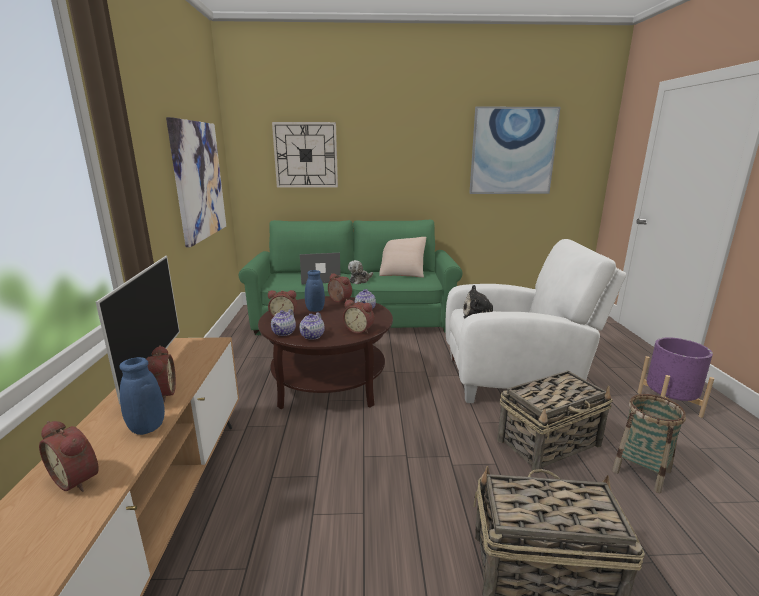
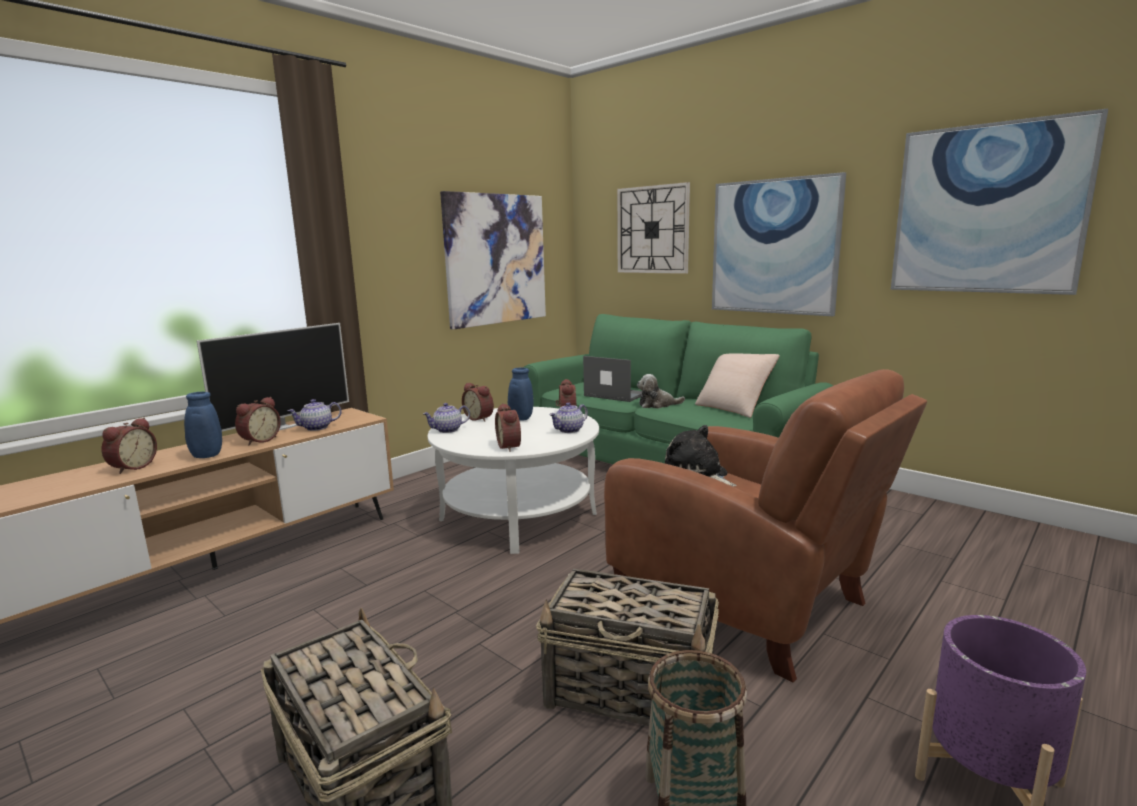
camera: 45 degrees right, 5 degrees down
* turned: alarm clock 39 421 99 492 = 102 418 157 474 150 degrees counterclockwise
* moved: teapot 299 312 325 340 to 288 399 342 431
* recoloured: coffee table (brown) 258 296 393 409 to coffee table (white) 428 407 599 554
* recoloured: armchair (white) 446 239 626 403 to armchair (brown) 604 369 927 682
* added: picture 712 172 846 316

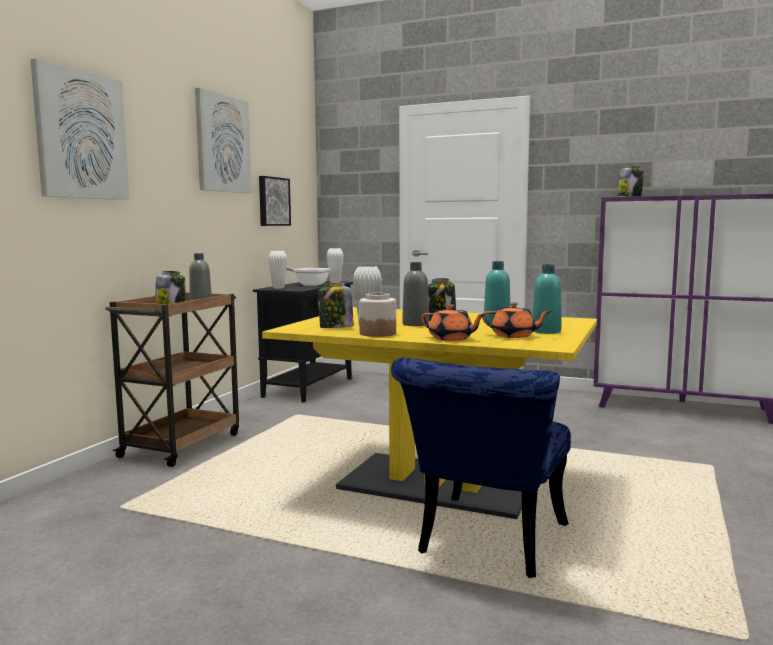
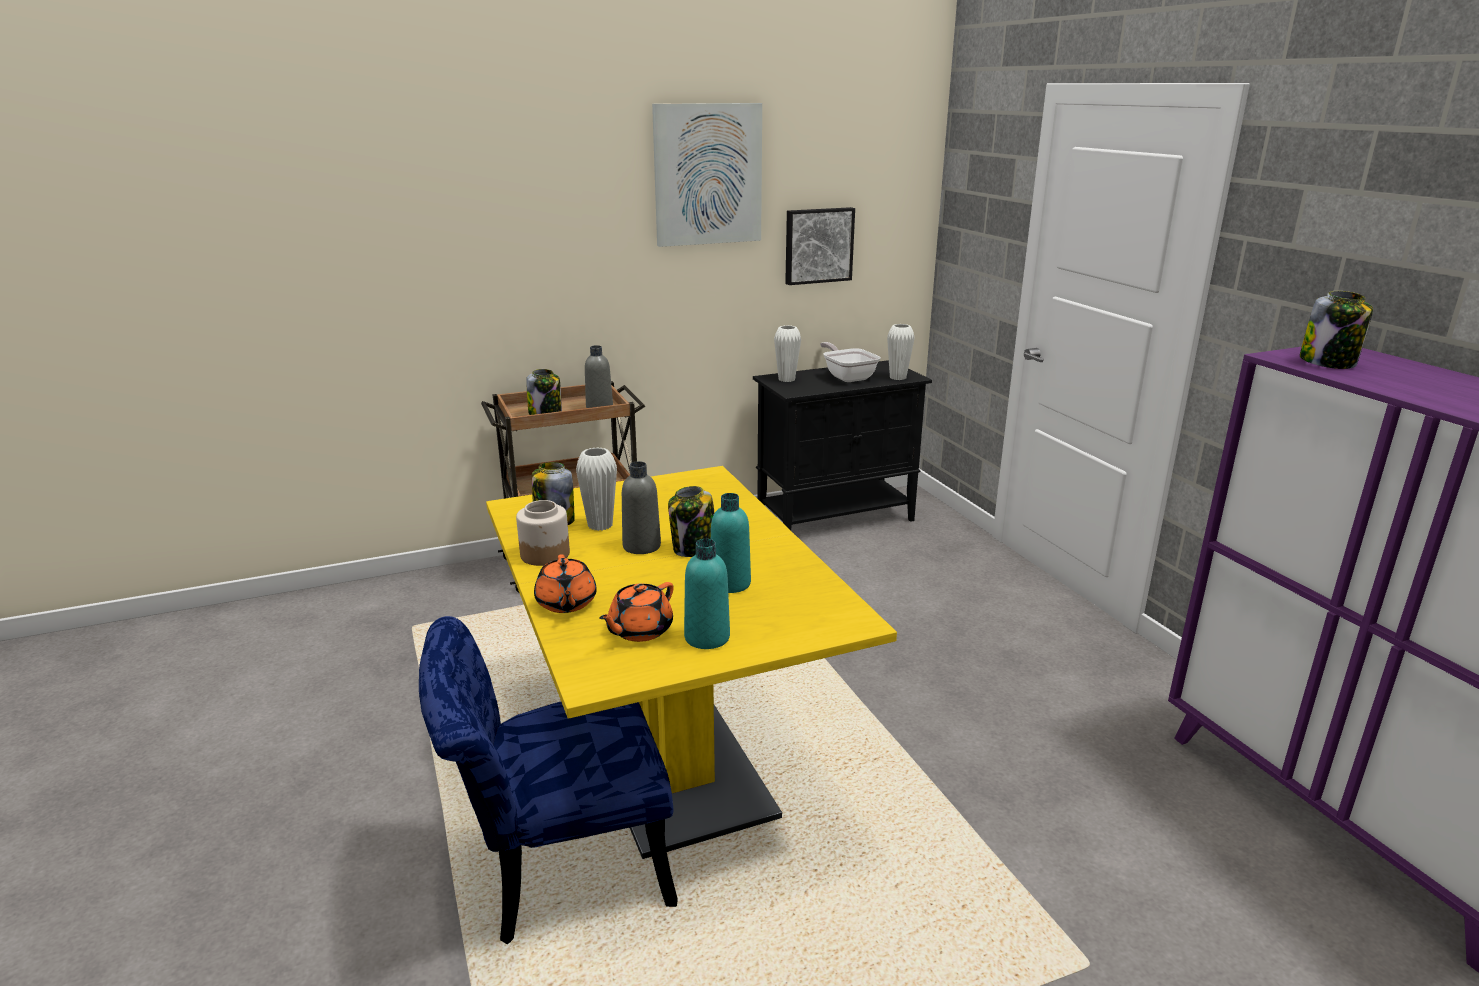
camera: 45 degrees right, 15 degrees up
* turned: teapot (orange) 482 302 552 338 = 599 582 673 642 60 degrees clockwise
* removed: picture 30 59 130 200

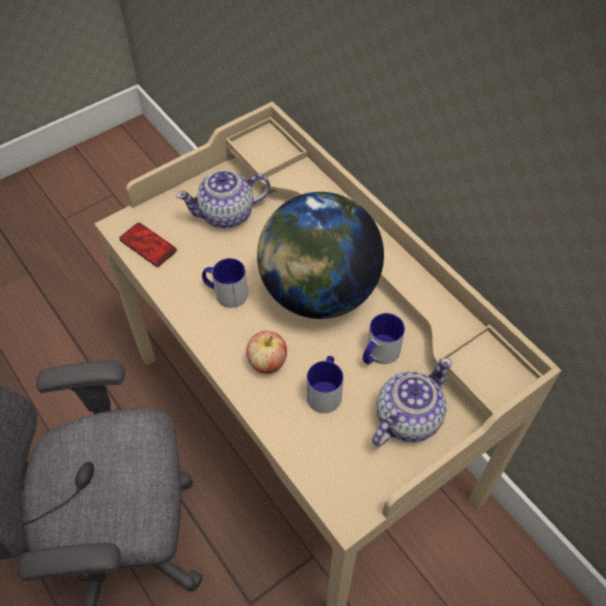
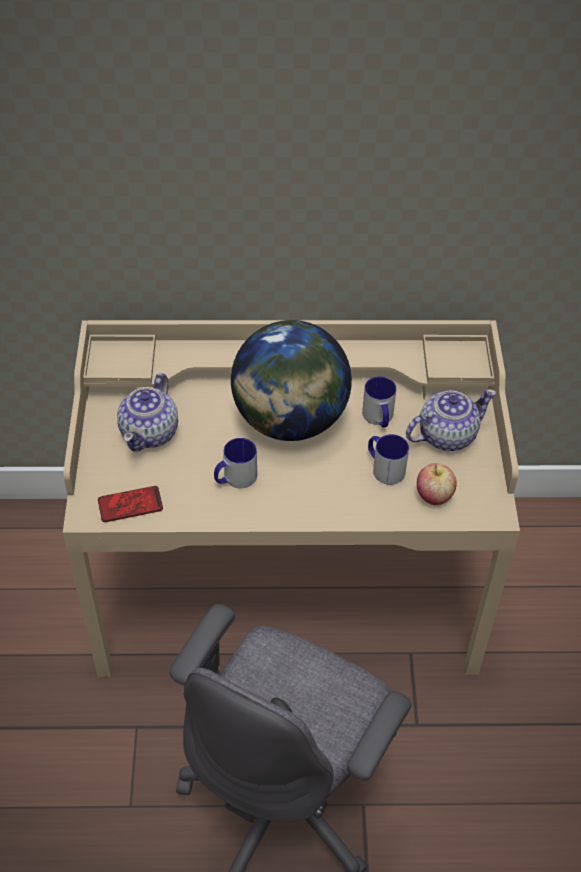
camera: 55 degrees left, 5 degrees down
* turned: teapot 372 358 452 447 = 406 389 496 451 75 degrees clockwise
* moved: apple 246 331 287 374 to 417 463 457 505

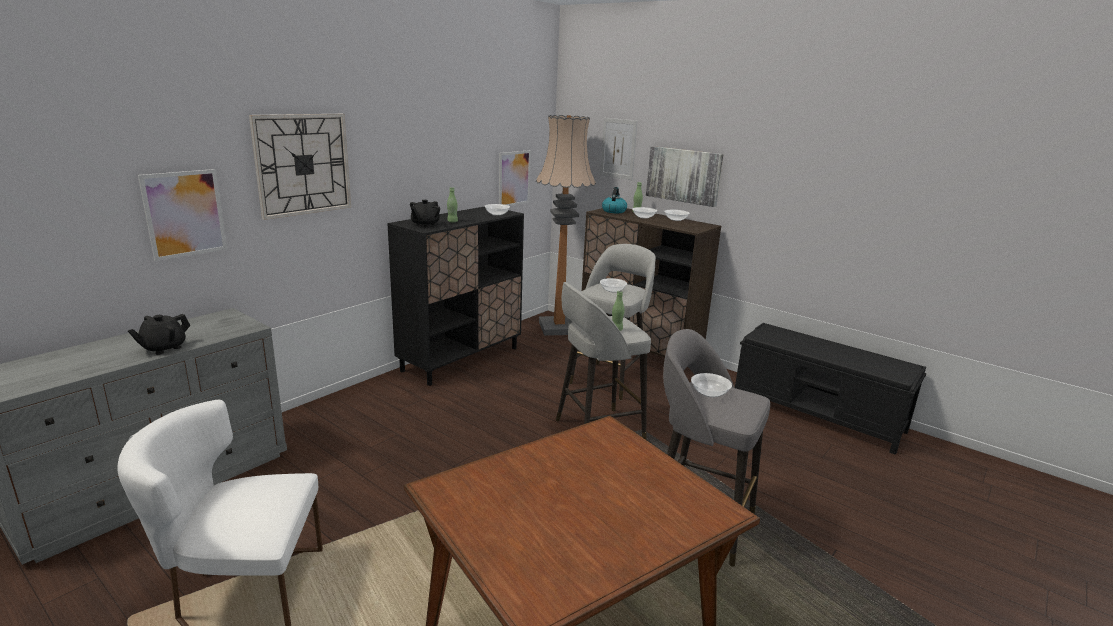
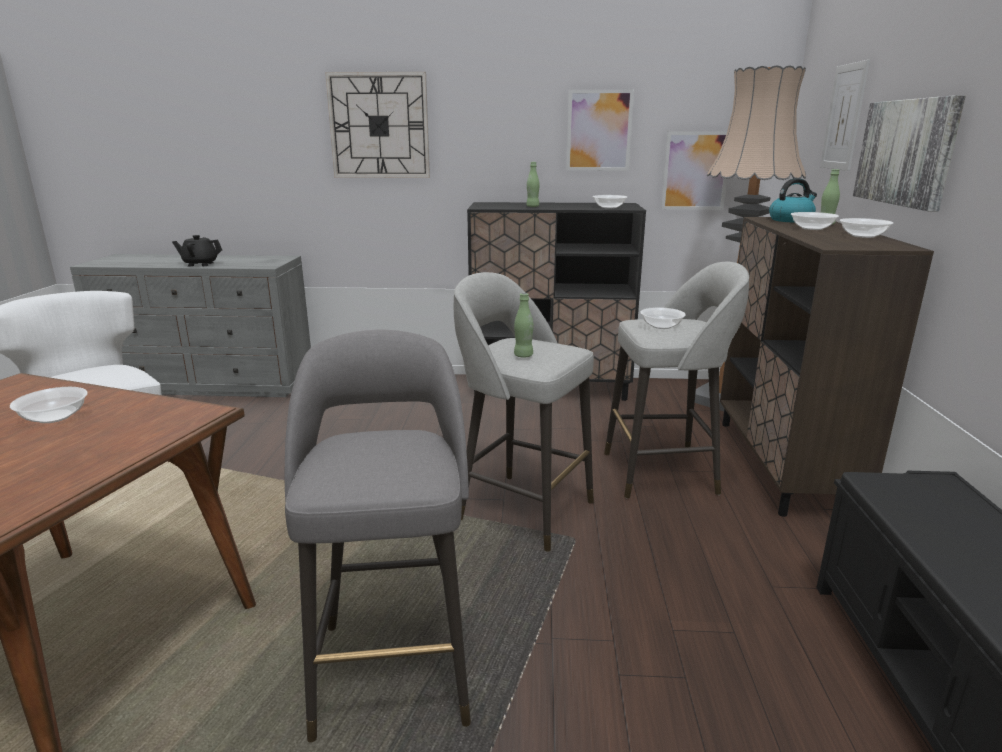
camera: 55 degrees right, 0 degrees up
* moved: bowl 691 373 732 398 to 10 387 88 423
* moved: picture 138 169 227 261 to 566 89 634 171
* removed: teapot (black) 410 200 440 227

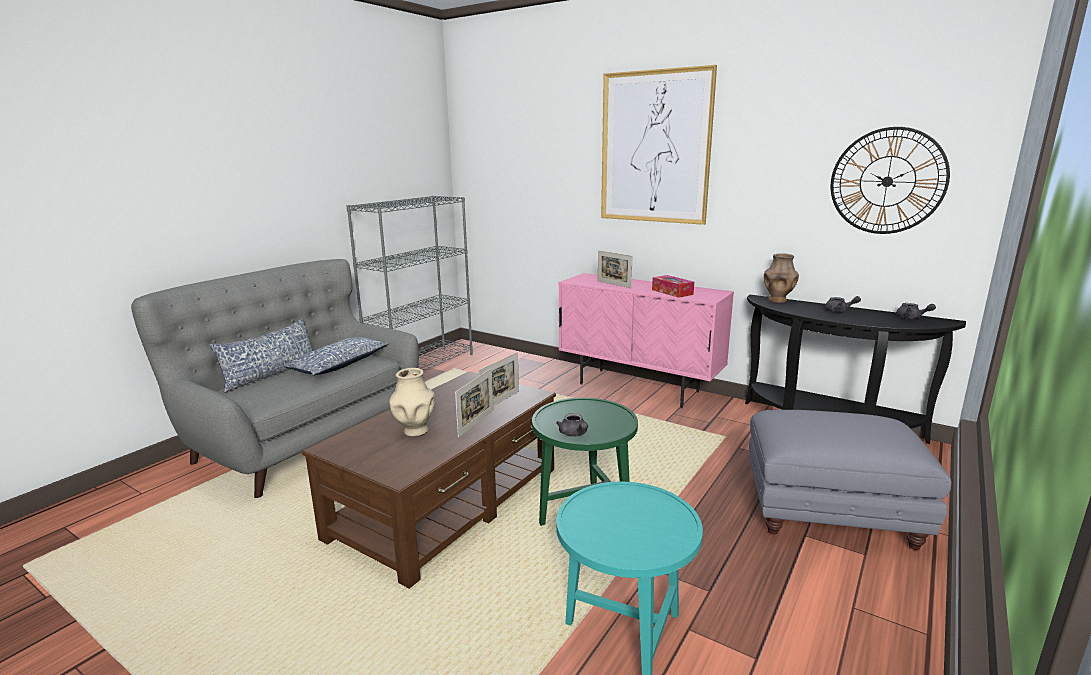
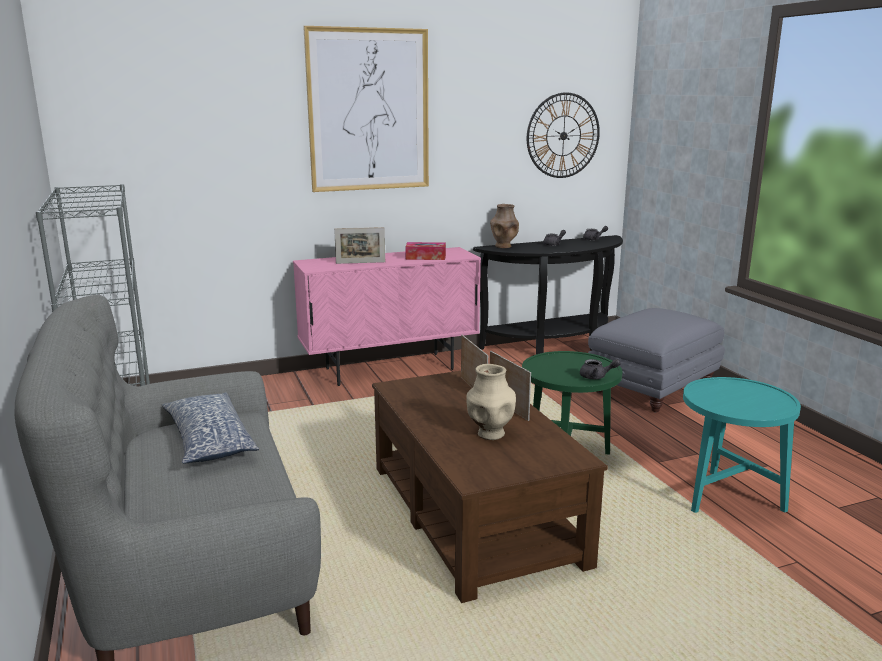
camera: 55 degrees left, 0 degrees up
* removed: pillow 209 318 313 393

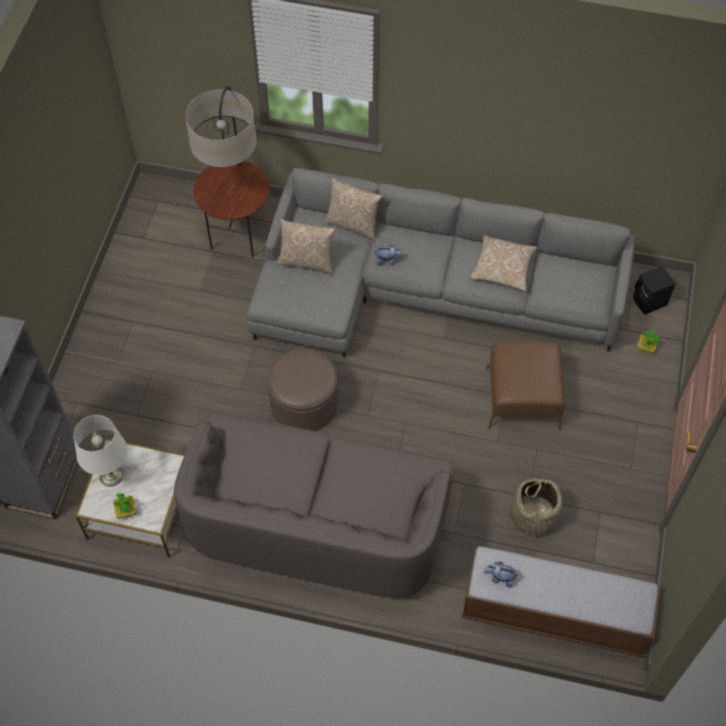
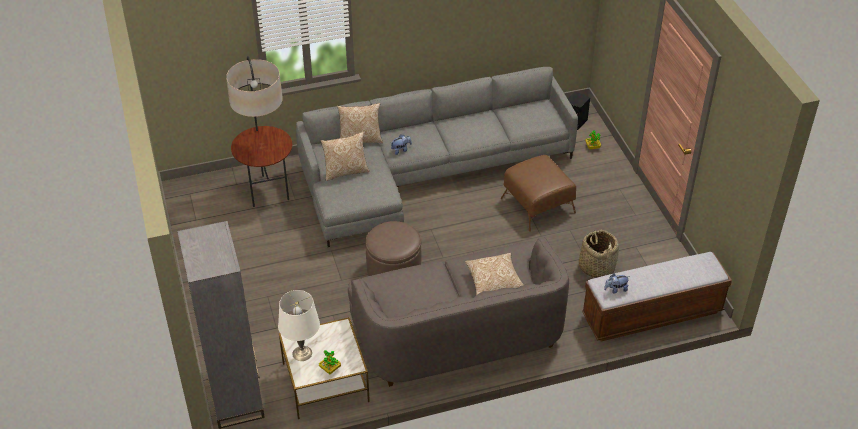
camera: 30 degrees left, 15 degrees down
* moved: pillow 470 235 537 292 to 465 253 524 295

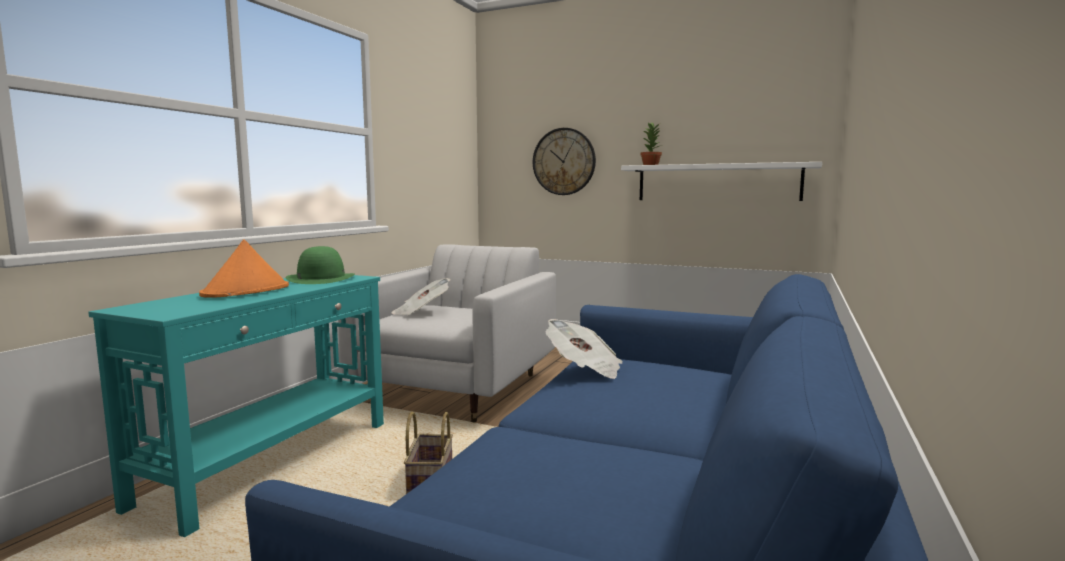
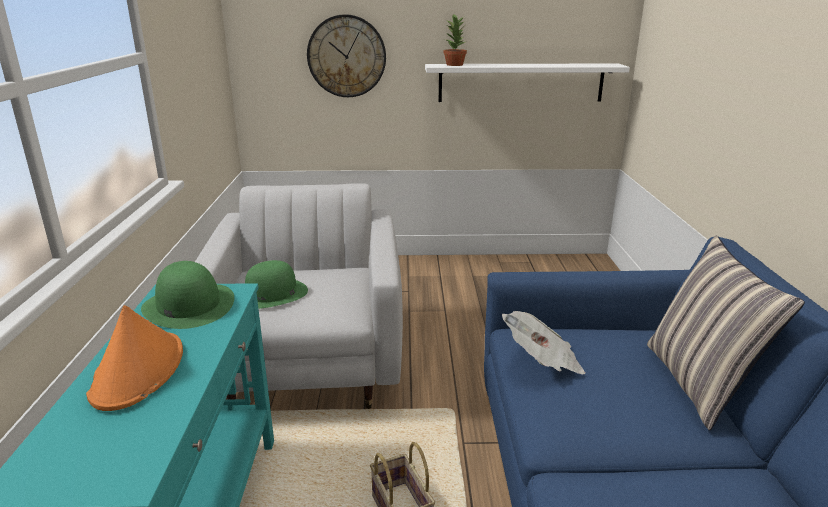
camera: 25 degrees left, 15 degrees up
* replaced: newspaper 391 278 450 315 to hat (green) 245 260 308 309
* added: pillow 647 236 805 430

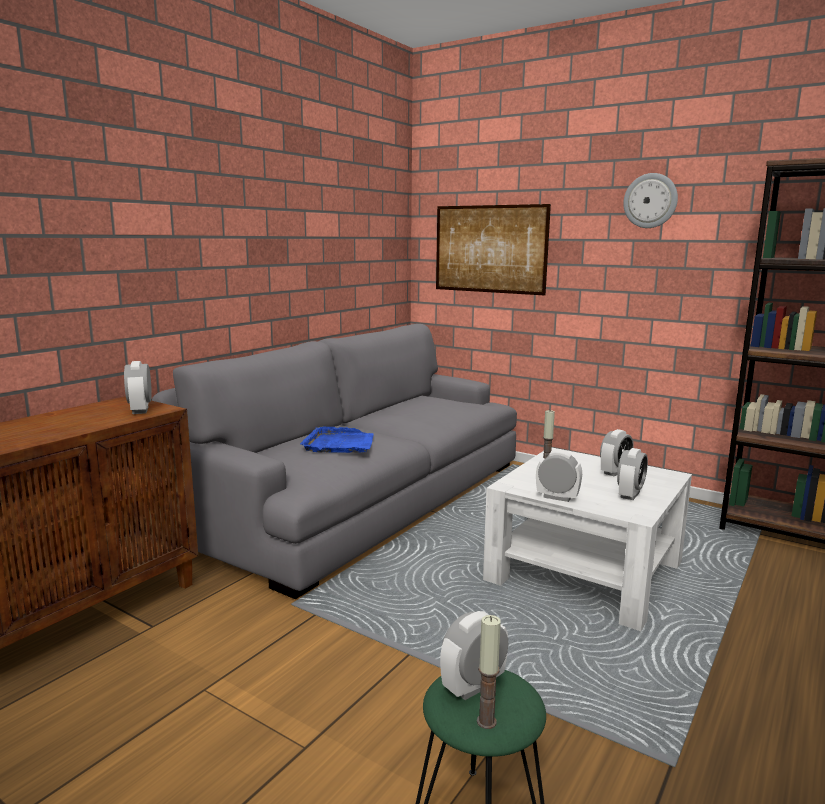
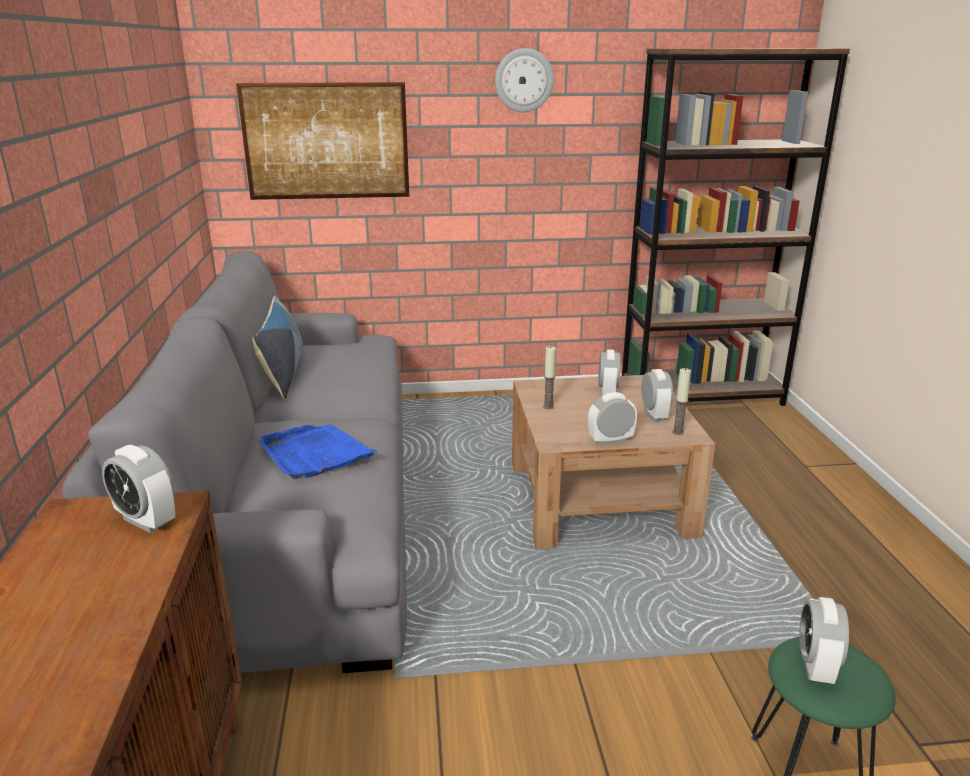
camera: 40 degrees left, 10 degrees up
* added: pillow 252 295 303 399
* recoloured: coffee table (white) 483 448 692 631 to coffee table (brown) 512 375 715 549
* moved: candle 477 615 501 729 to 672 368 691 435

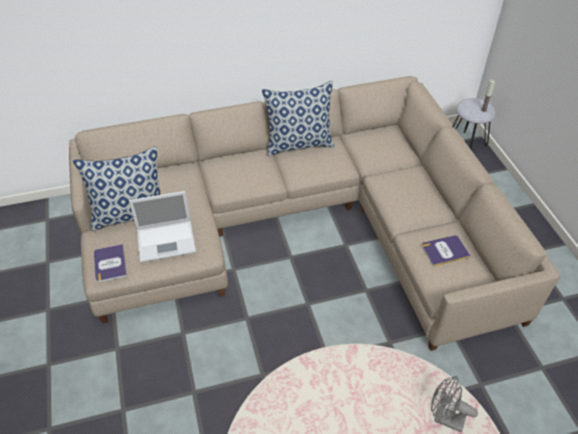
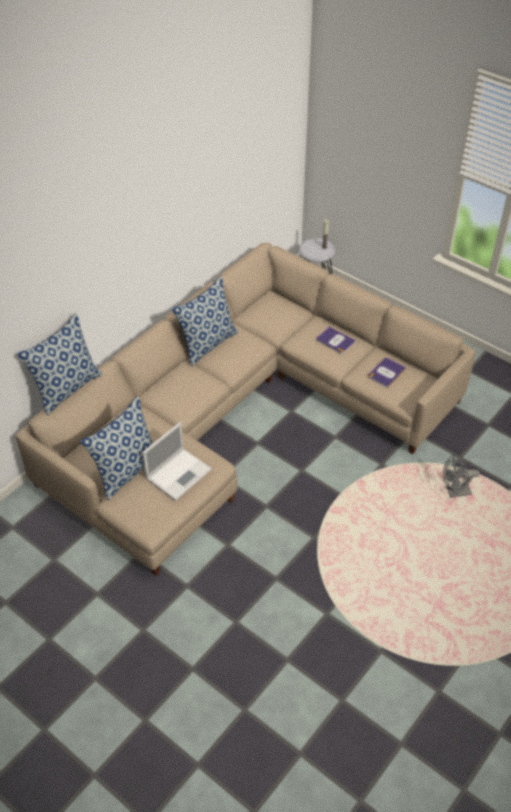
camera: 35 degrees left, 0 degrees up
* added: pillow 17 313 102 415
* moved: book 94 244 127 282 to 316 327 356 354

